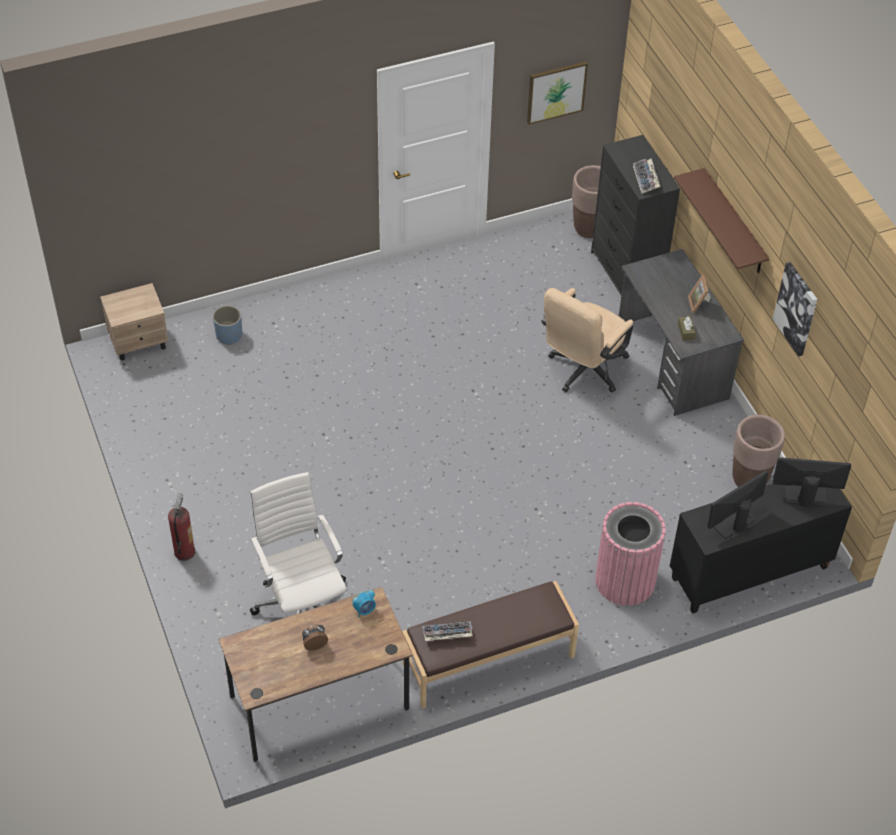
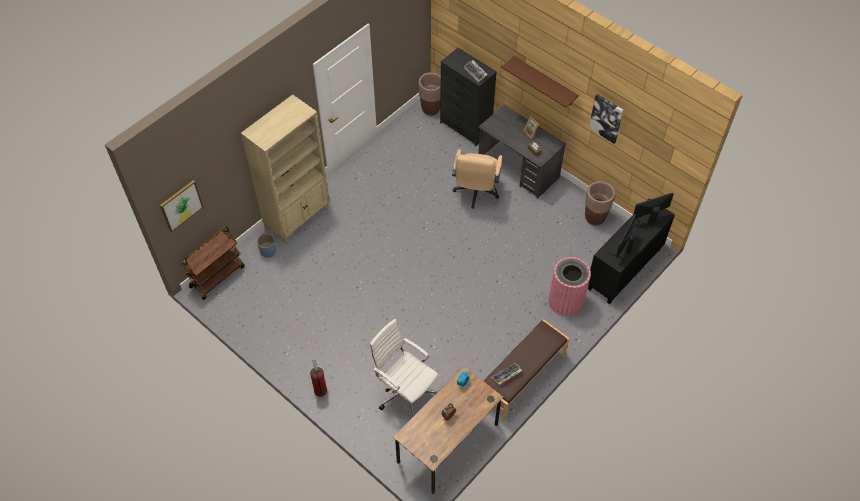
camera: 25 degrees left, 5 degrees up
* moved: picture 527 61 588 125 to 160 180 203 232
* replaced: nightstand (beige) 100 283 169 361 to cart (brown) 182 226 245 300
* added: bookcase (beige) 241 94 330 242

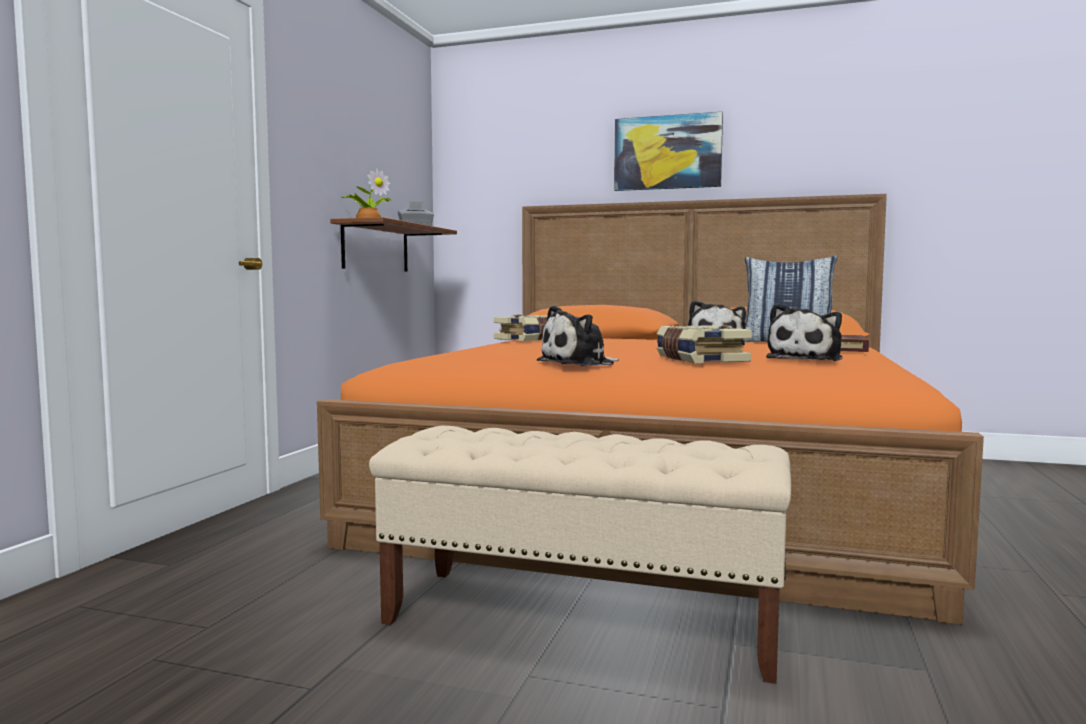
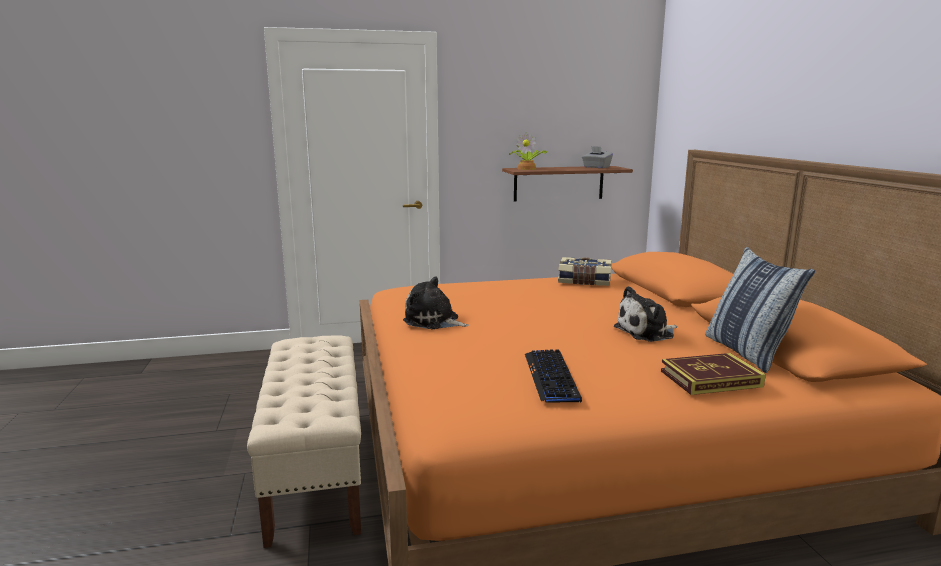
camera: 60 degrees right, 10 degrees up
* replaced: plush toy 766 304 843 361 to keyboard 525 349 582 403
* removed: picture 614 112 723 191
* removed: book 657 325 752 363

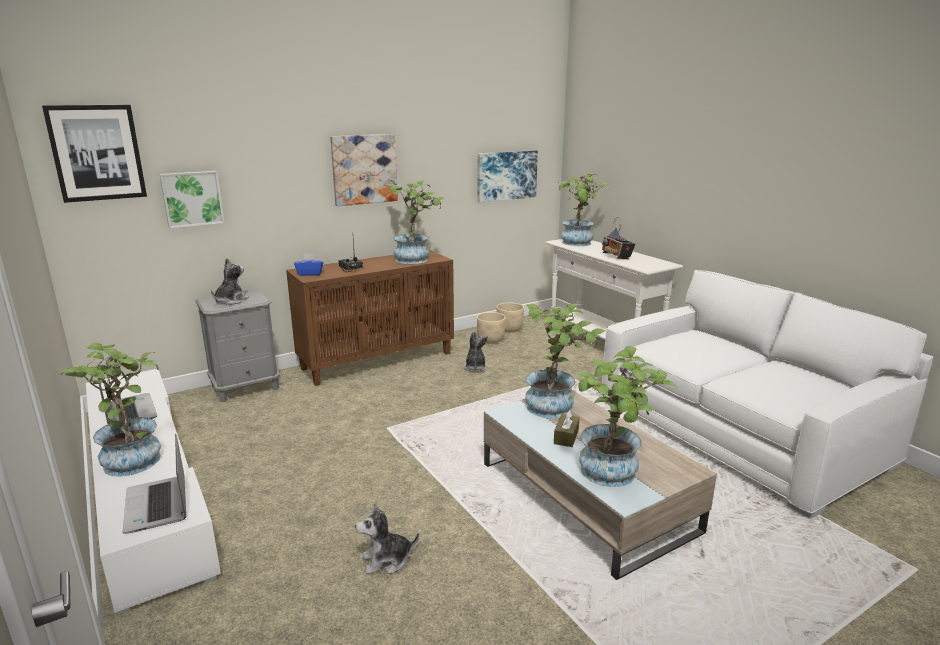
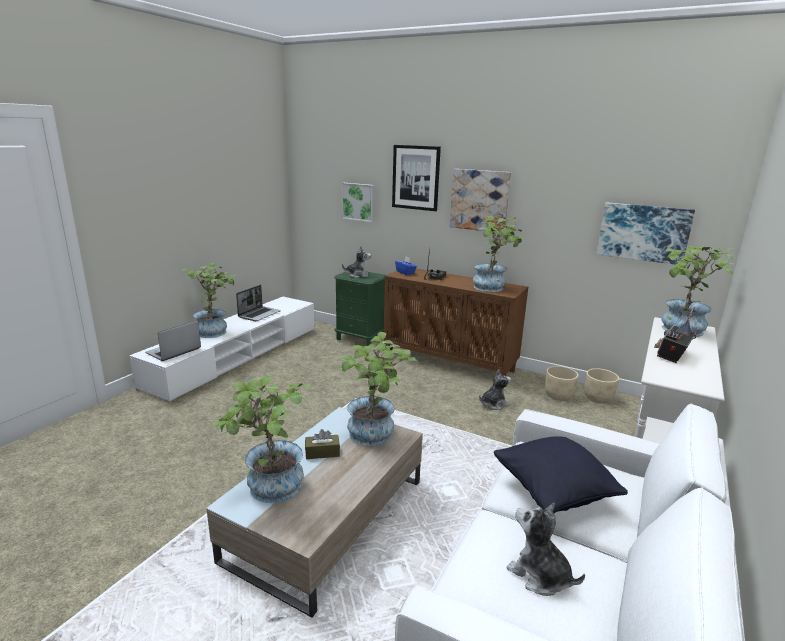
camera: 60 degrees right, 0 degrees up
* recoloured: nightstand (grey) 195 289 280 402 to nightstand (green) 334 272 386 346
* moved: picture 42 105 147 203 to 392 145 441 211
* added: pillow (black) 494 436 628 513
* moved: plush toy 355 503 419 574 to 507 503 585 596

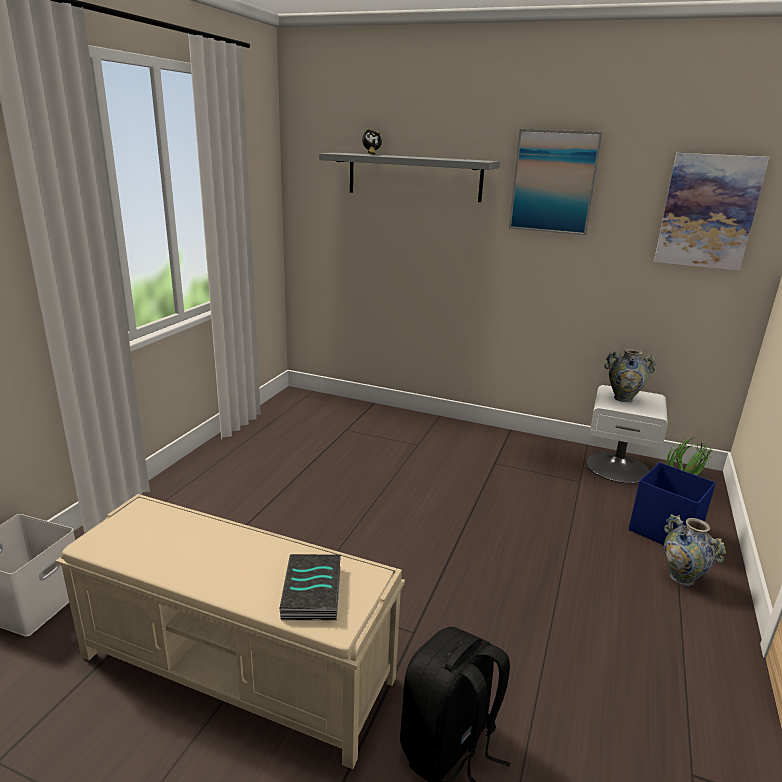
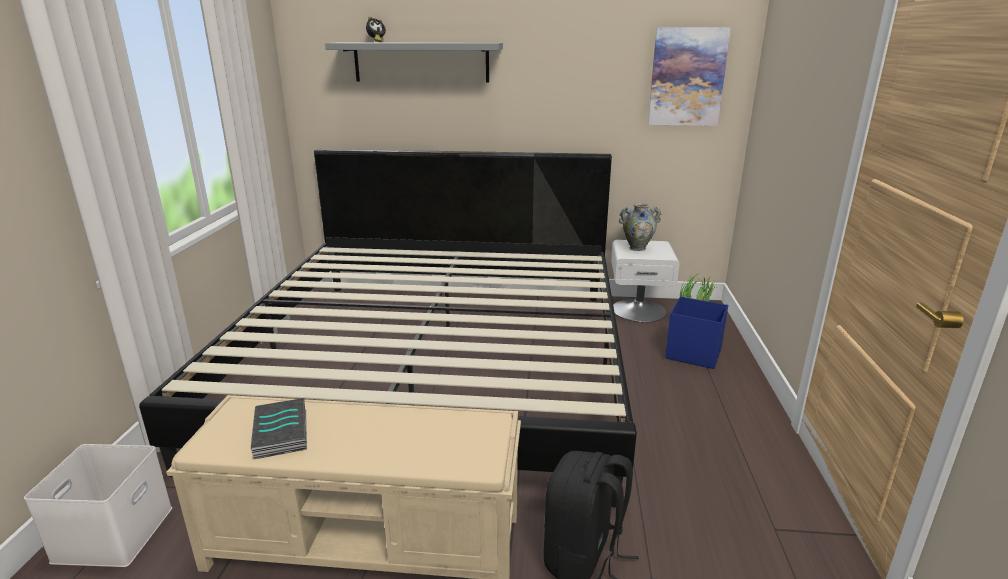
camera: 15 degrees left, 0 degrees up
* added: bed 139 149 637 507
* moved: book 280 554 341 620 to 251 398 307 459
* removed: picture 509 129 603 235
* removed: vase 664 514 726 586

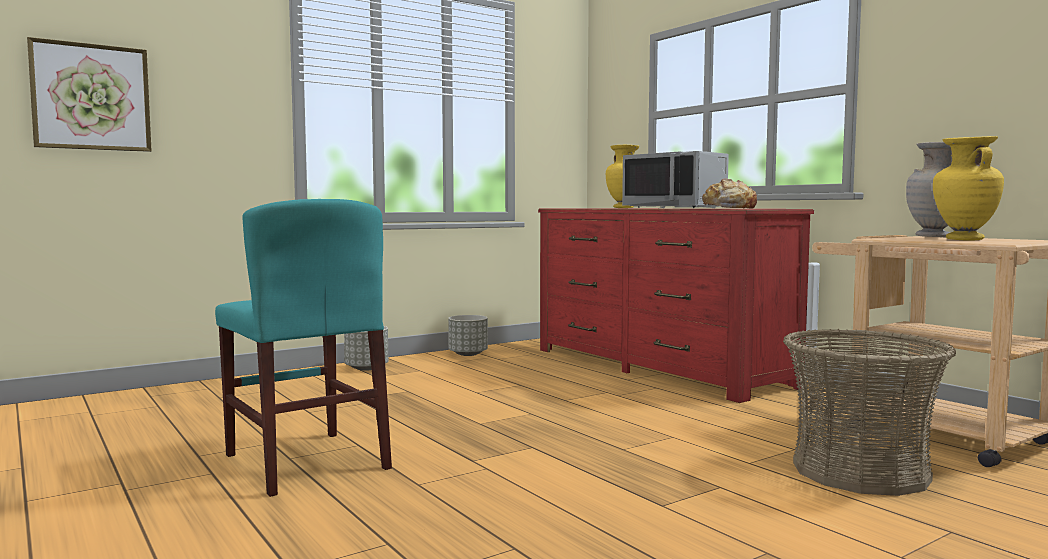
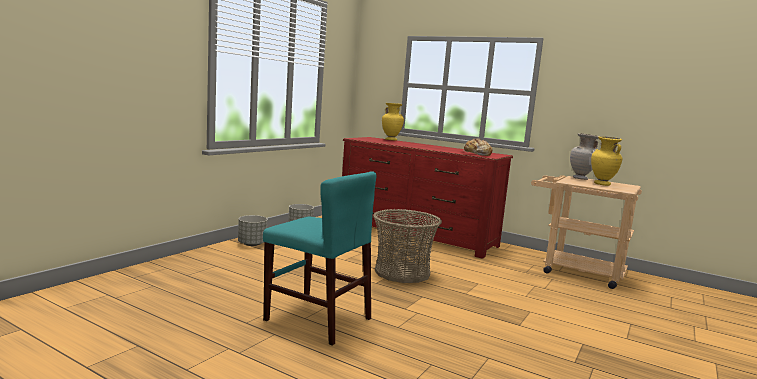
camera: 25 degrees left, 5 degrees up
* moved: basket 783 329 956 496 to 373 209 442 283
* removed: picture 27 37 152 152
* removed: microwave (grey) 622 151 729 208

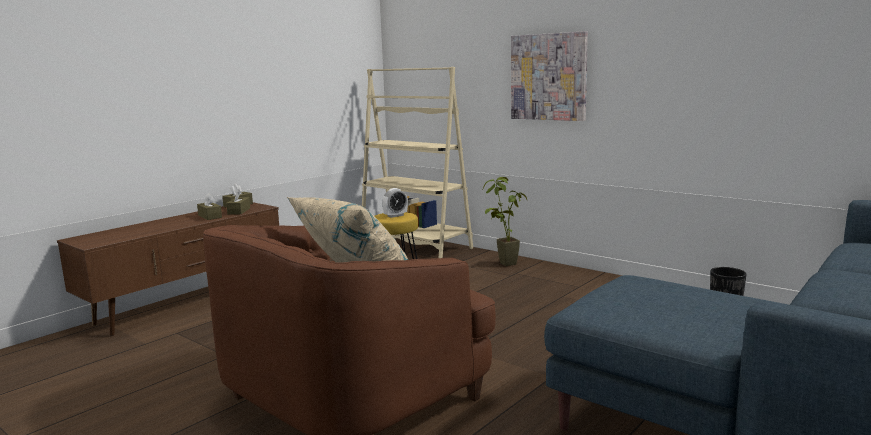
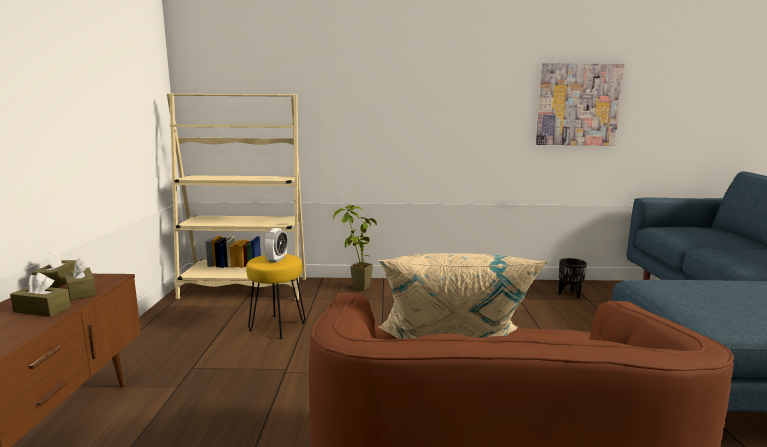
camera: 40 degrees left, 0 degrees up
* moved: picture 511 31 588 121 to 536 63 625 145

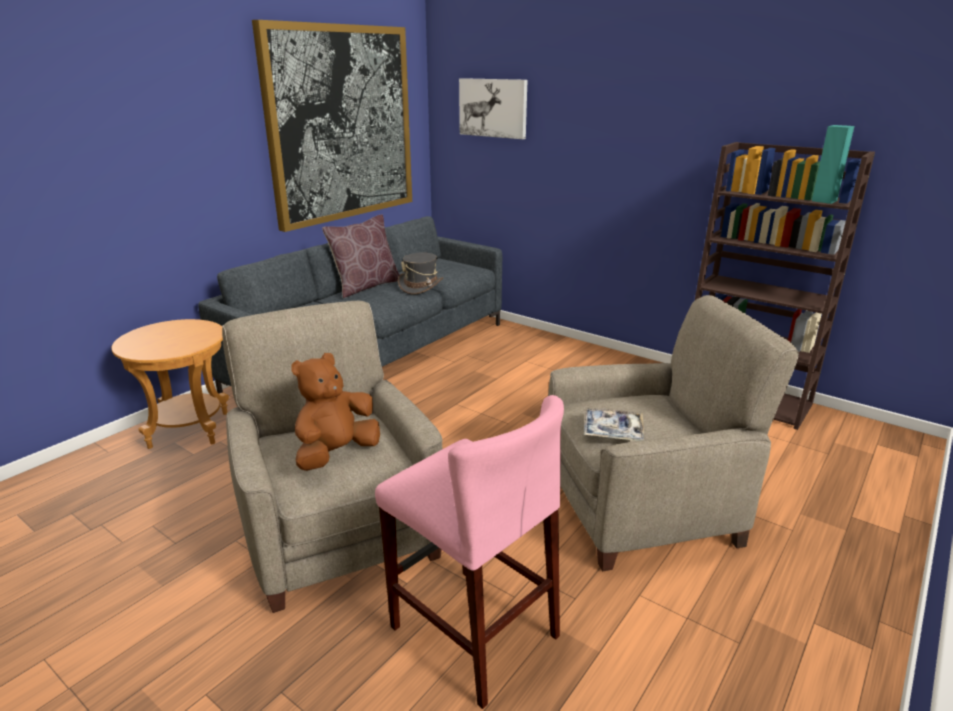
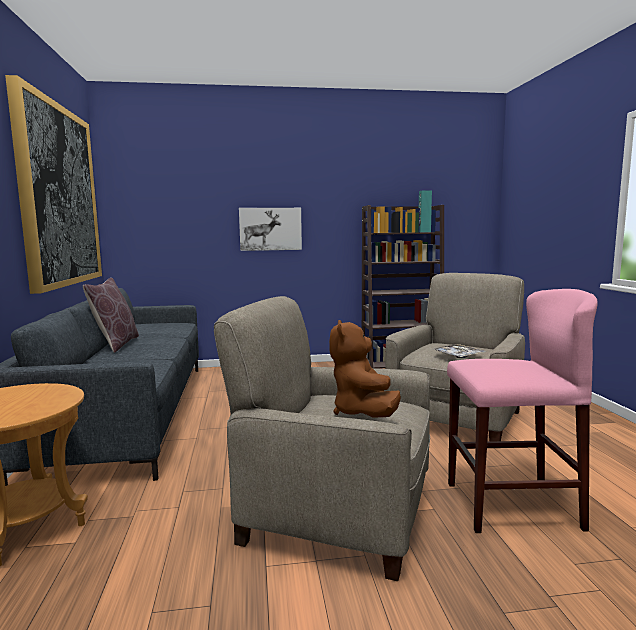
camera: 45 degrees left, 15 degrees down
* moved: picture 459 78 527 139 to 239 208 302 251
* removed: hat (grey) 398 252 443 294

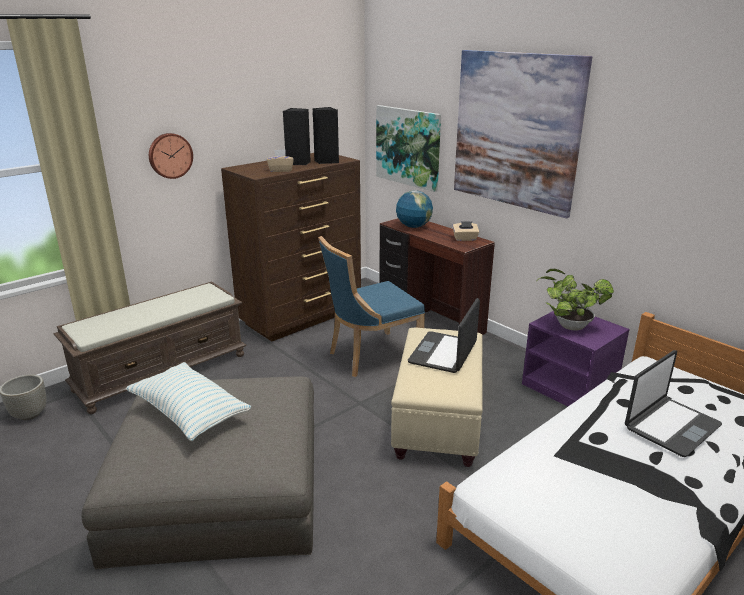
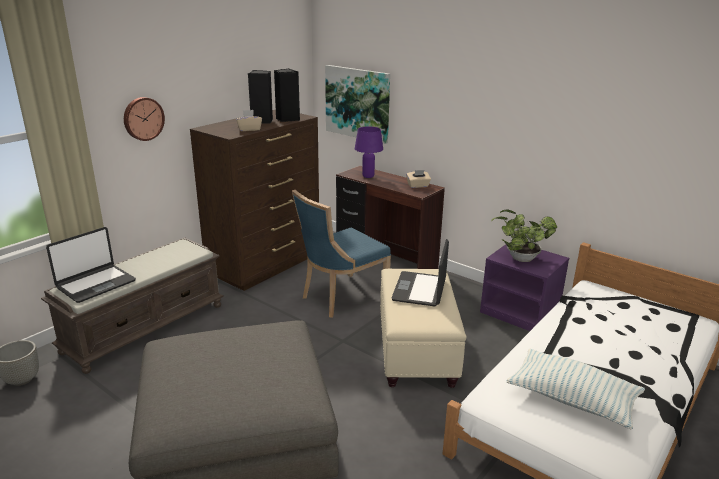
camera: 10 degrees left, 0 degrees up
* moved: laptop 625 350 722 457 to 46 227 136 303
* replaced: globe 396 190 433 228 to table lamp (purple) 355 126 383 178
* moved: pillow 126 362 251 441 to 507 349 645 429
* removed: picture 454 50 592 218

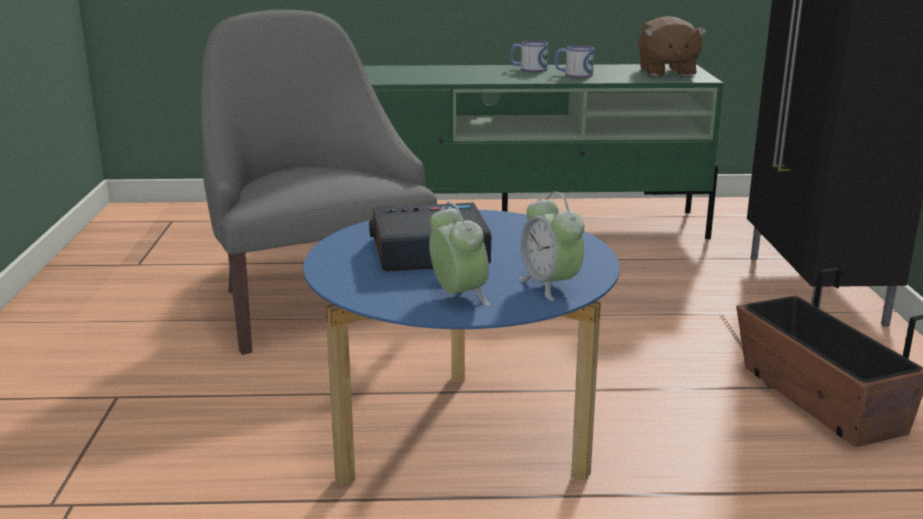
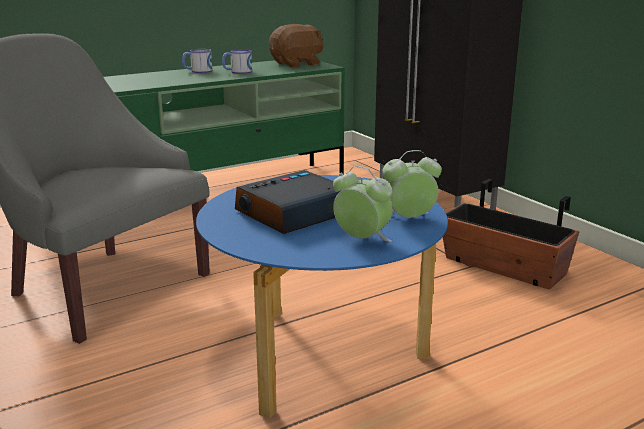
camera: 30 degrees left, 0 degrees up
* turned: plush toy (brown) 638 16 707 76 = 269 24 323 67 90 degrees counterclockwise
* turned: alarm clock 519 192 585 301 = 383 150 442 218 135 degrees clockwise

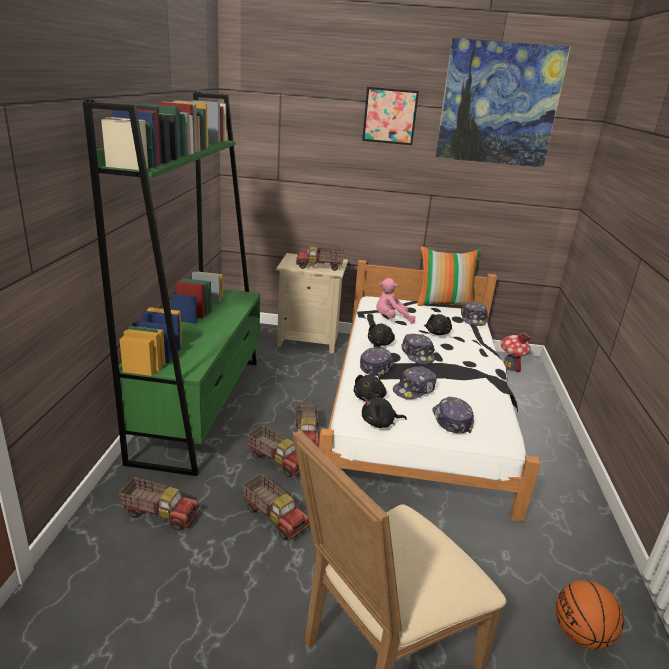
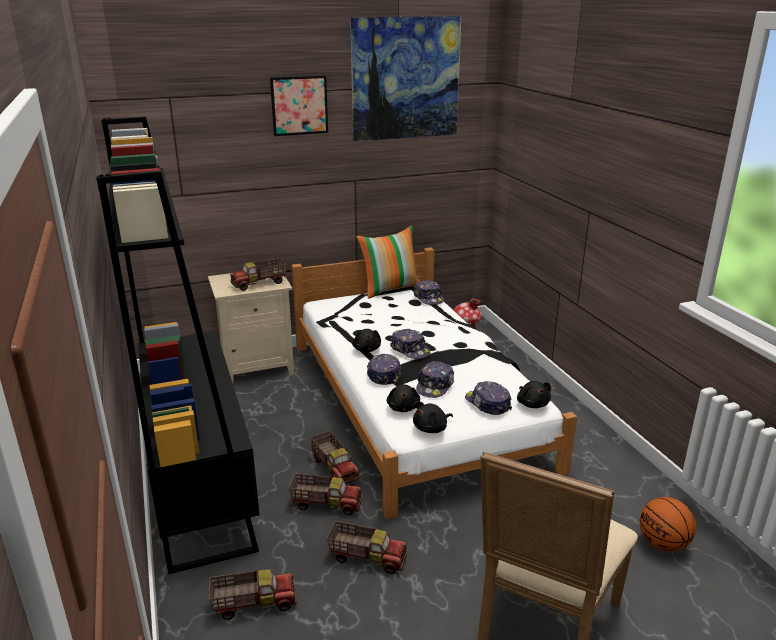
camera: 25 degrees left, 0 degrees up
* recoloured: bookcase (green) 82 91 260 476 to bookcase (black) 96 116 260 574
* moved: plush toy (black) 426 314 452 335 to 517 381 551 408
* removed: plush toy (pink) 376 278 415 323

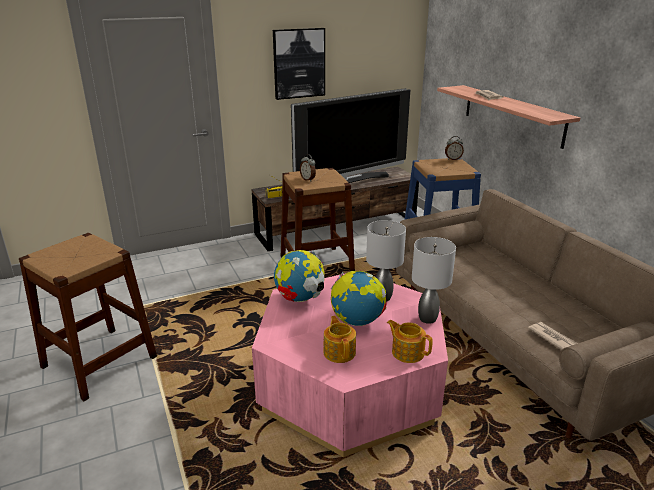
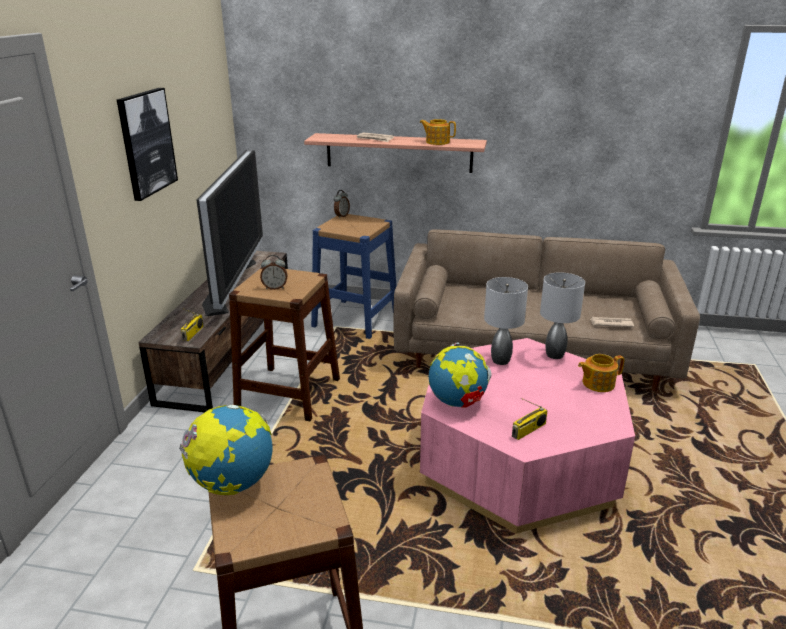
camera: 55 degrees left, 0 degrees up
* moved: globe 331 271 387 326 to 179 405 273 495
* moved: teapot 324 316 356 363 to 420 119 456 145
* added: radio 512 398 548 440

